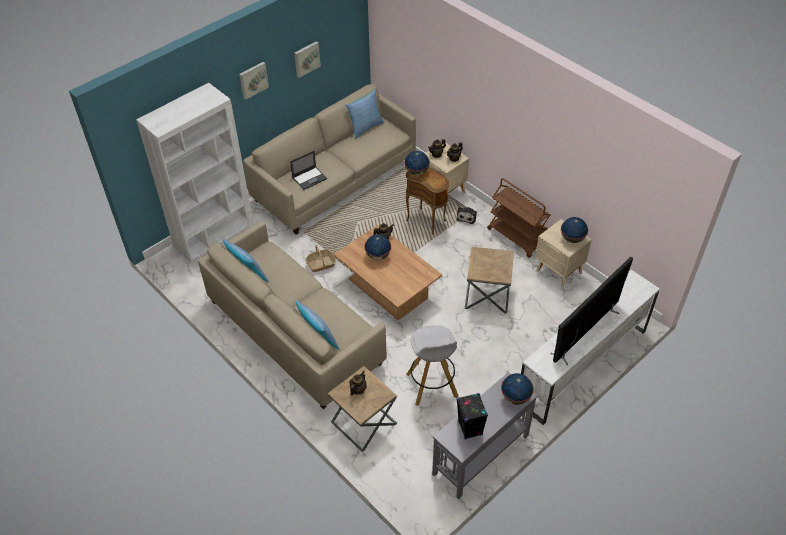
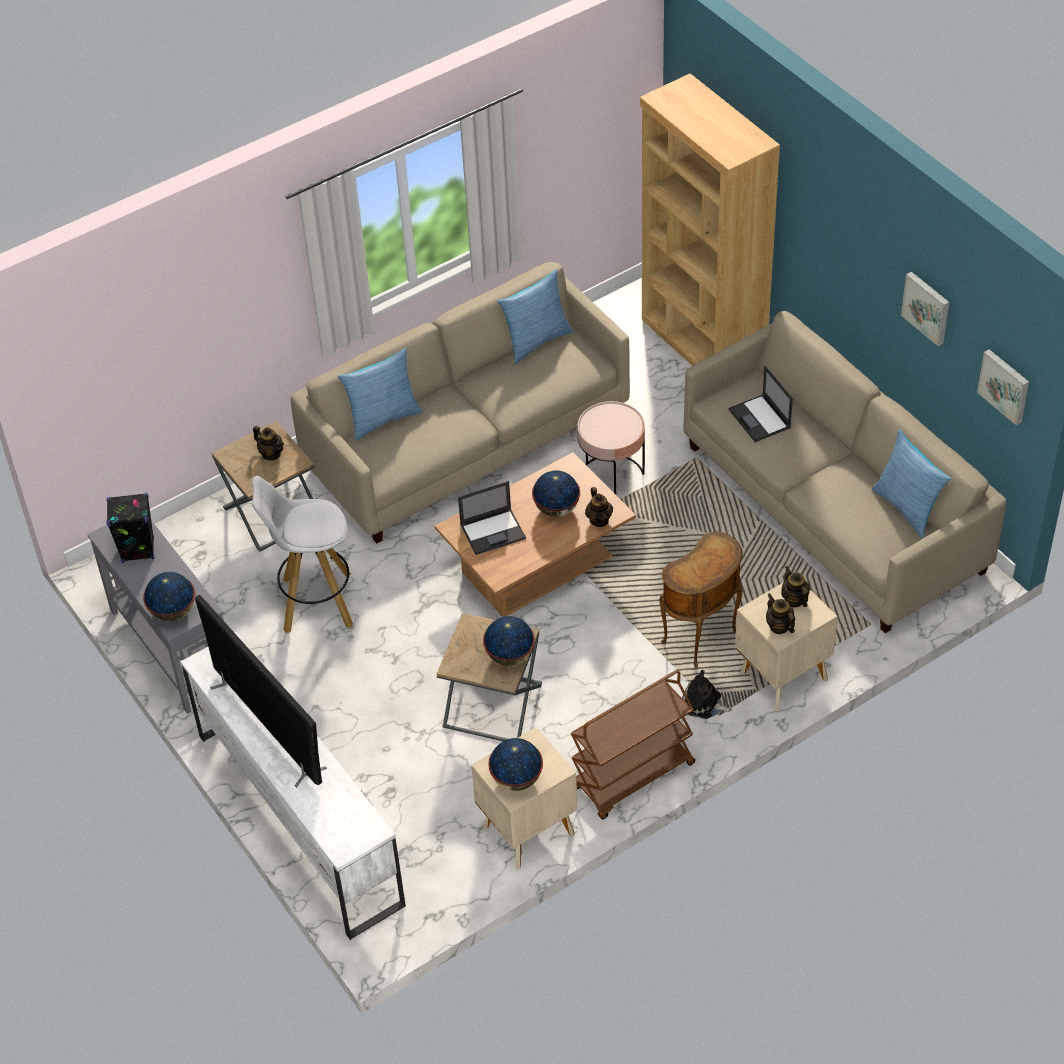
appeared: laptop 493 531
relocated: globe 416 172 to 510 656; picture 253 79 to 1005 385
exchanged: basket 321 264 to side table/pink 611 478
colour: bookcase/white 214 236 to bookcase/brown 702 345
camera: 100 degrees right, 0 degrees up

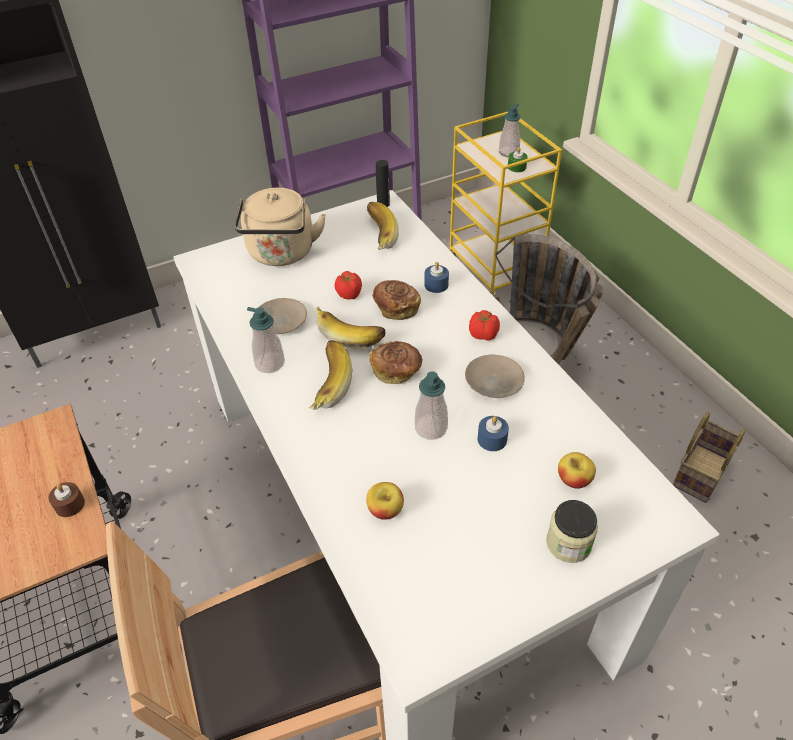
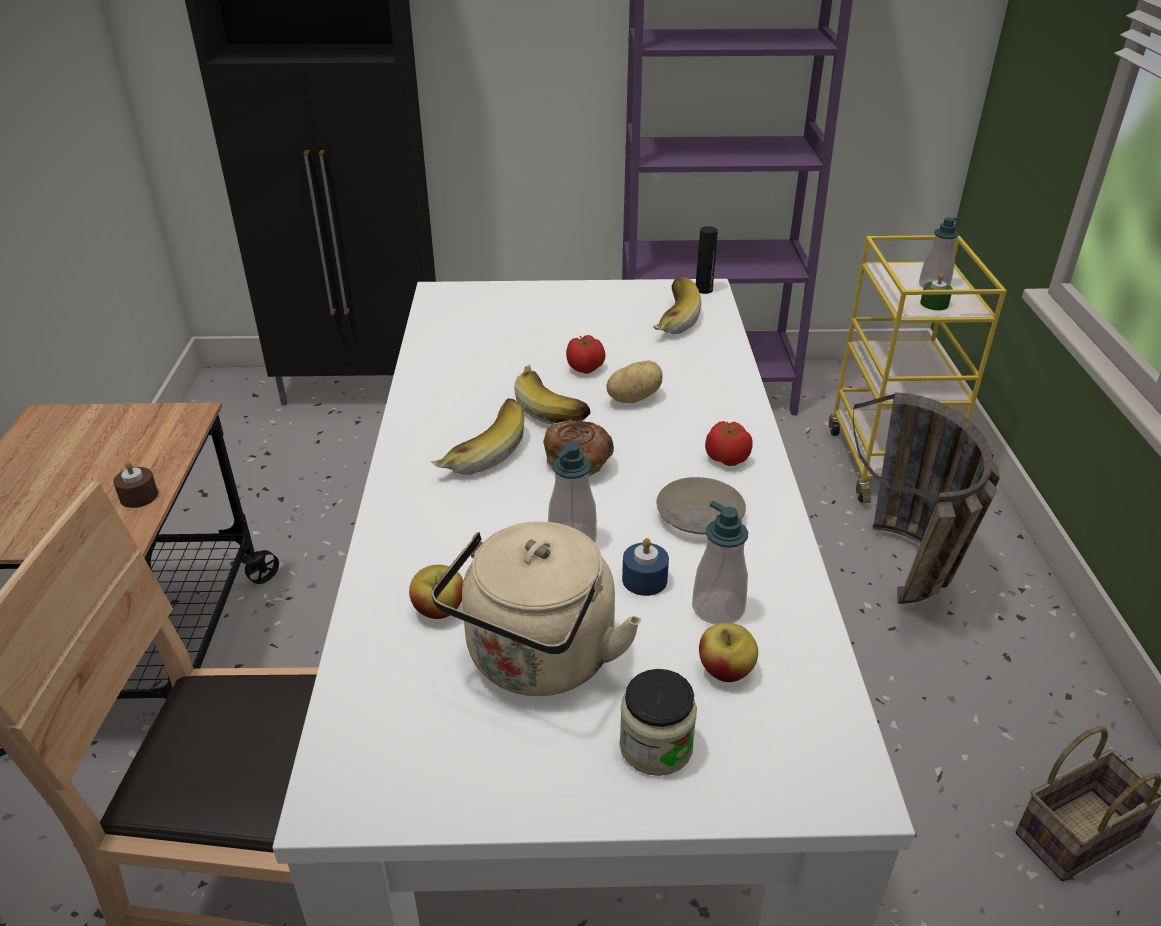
missing: plate/beige 280 322; candle/blue 436 285
relocated: kettle/beige 281 254 to 537 661; soap dispenser 270 363 to 718 608
exchanged: bread 396 308 to potato 633 398
camera: 25 degrees right, 10 degrees down

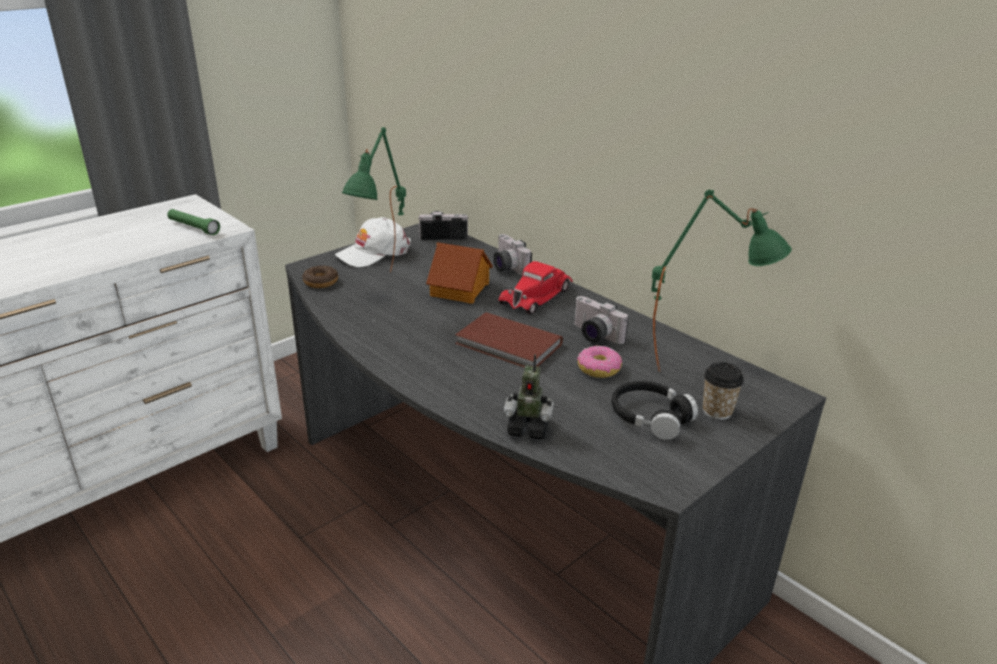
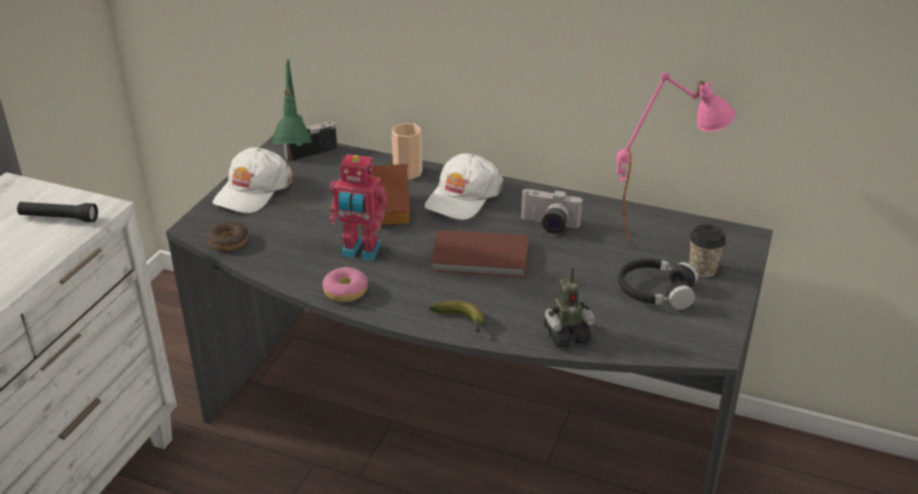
appeared: toy robot 360 252; banana 461 321
relocated: donut 599 369 to 346 291
exchanged: photo camera 507 268 to cup 407 172; toy car/red 536 296 to cap/white 463 197
colour: flashlight/green 193 228 to flashlight/black 59 218; table lamp/green 701 368 to table lamp/pink 661 232
camera: 25 degrees left, 5 degrees up

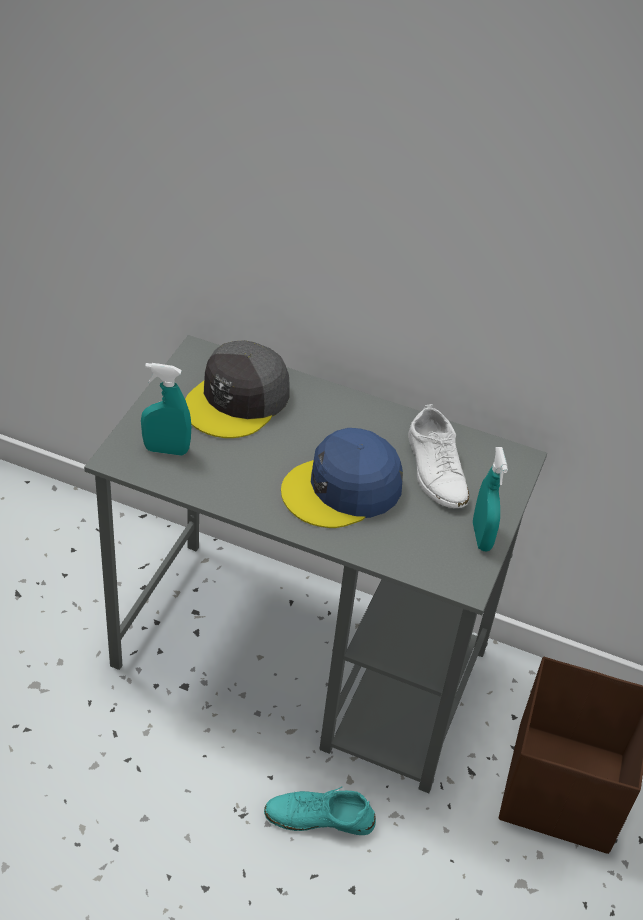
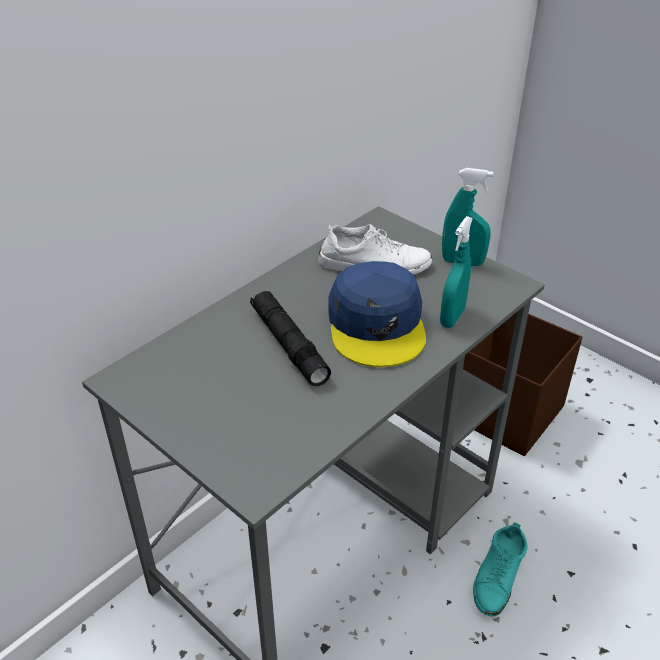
missing: cap/grey 238 400
appeared: flashlight/black 289 344
relocated: spray bottle/turquoise 166 450 to 452 317
camera: 65 degrees left, 5 degrees down

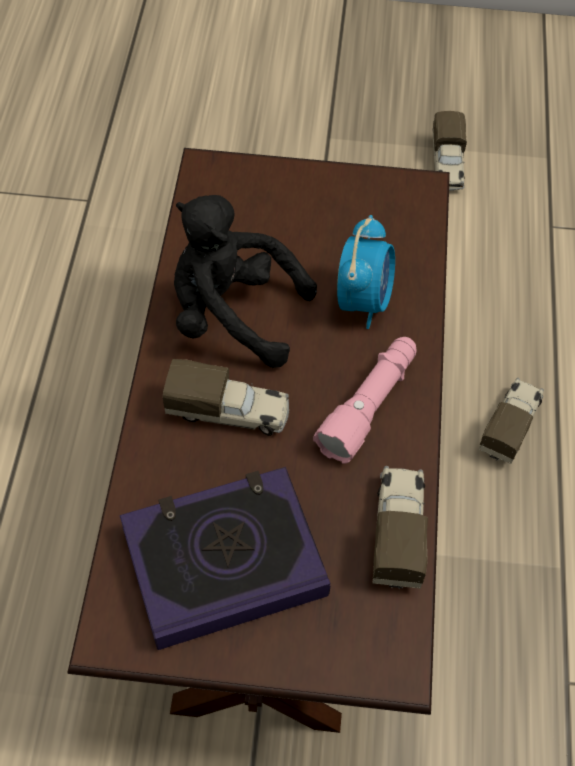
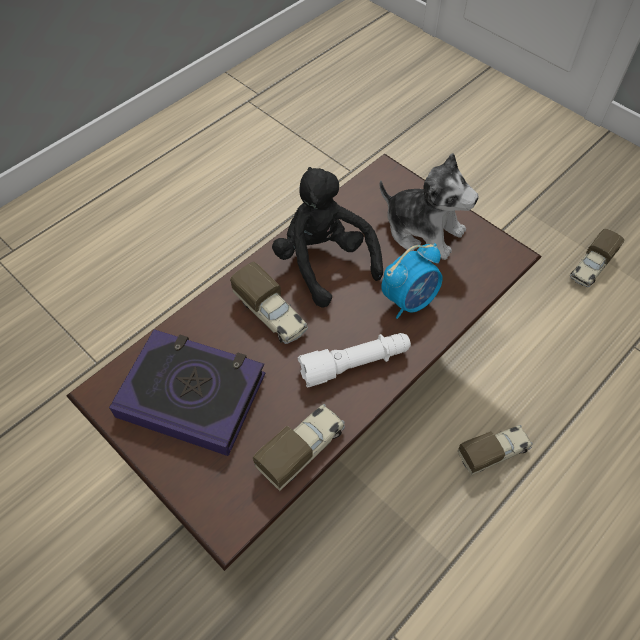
appeared: plush toy 423 230
colour: flashlight/pink 369 405 to flashlight/white 355 364
camera: 40 degrees right, 0 degrees up

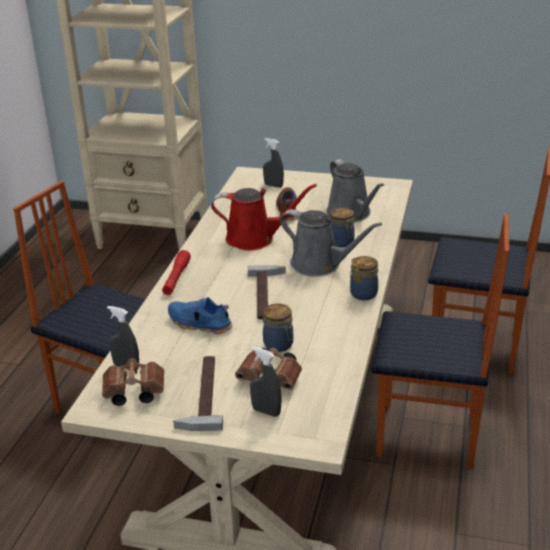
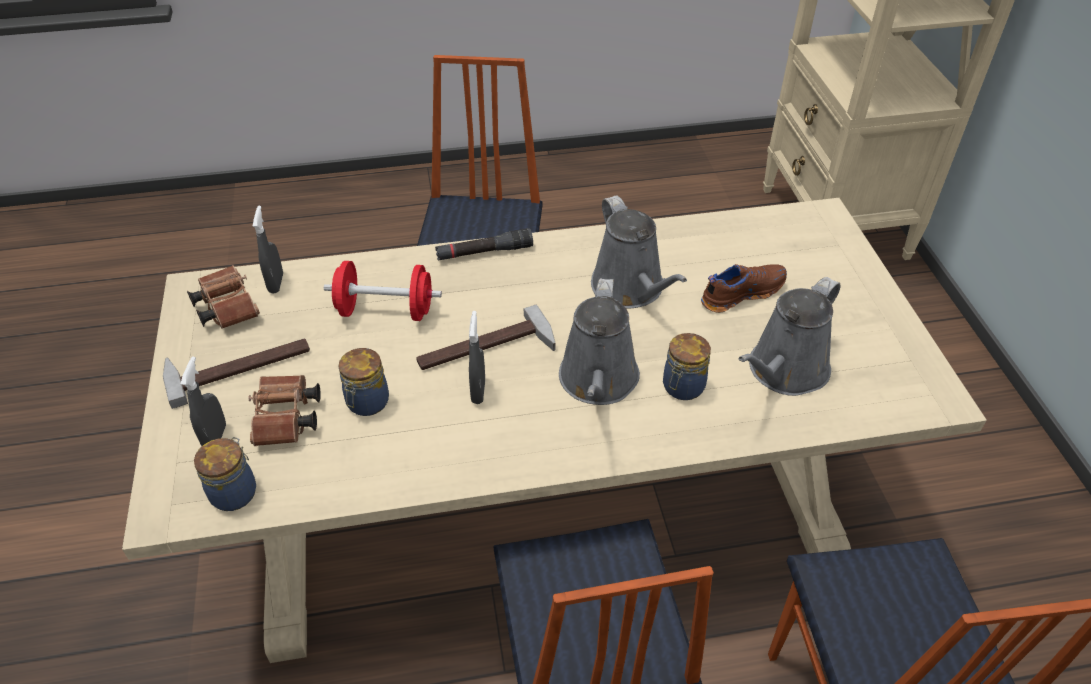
relocated: jar 362 293 to 235 492; spray bottle/grey 273 186 to 478 391
exchanged: shoe/blue 199 324 to dumbbell/red 386 310
colour: flashlight/red 176 278 to flashlight/black 484 252; watering can/red 255 239 to watering can/grey 630 289
camera: 65 degrees right, 15 degrees up

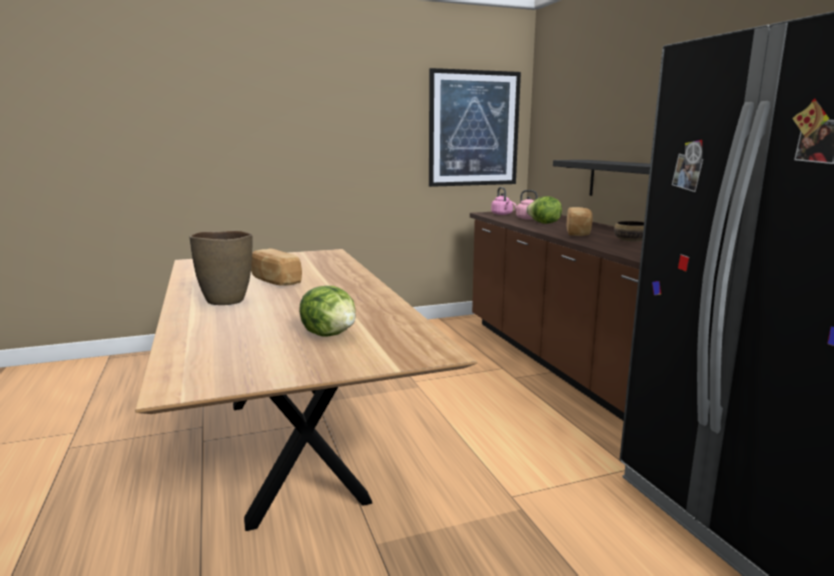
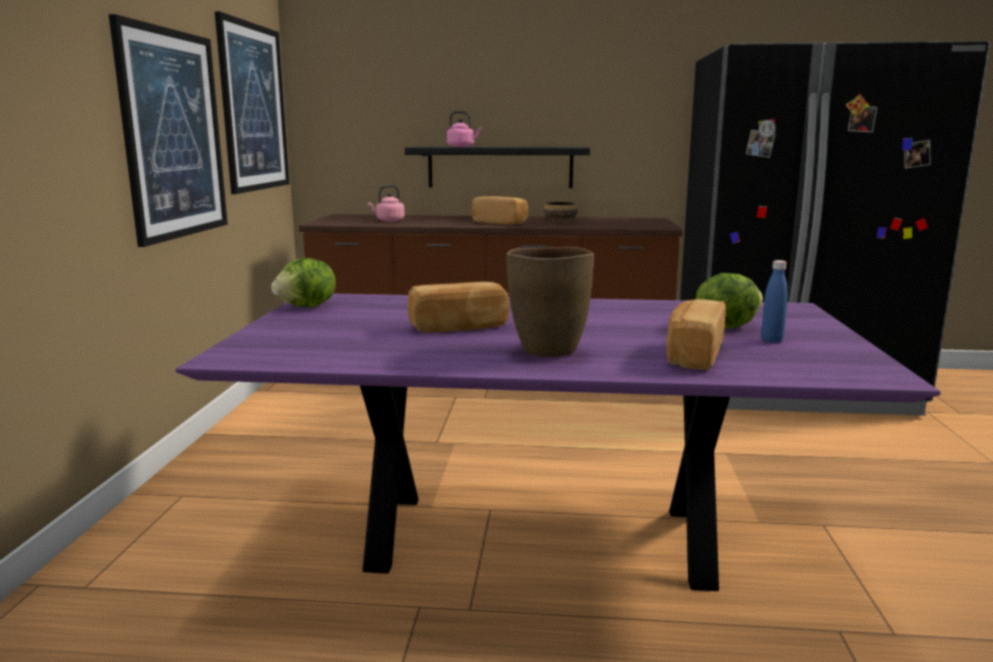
appeared: picture 173 134; bread 693 355; bottle/blue 771 340
relocated: lettuce 544 223 to 307 307; kettle/pink 502 214 to 462 146
colour: dining table/brown 291 446 to dining table/purple 542 540
camera: 65 degrees left, 0 degrees up

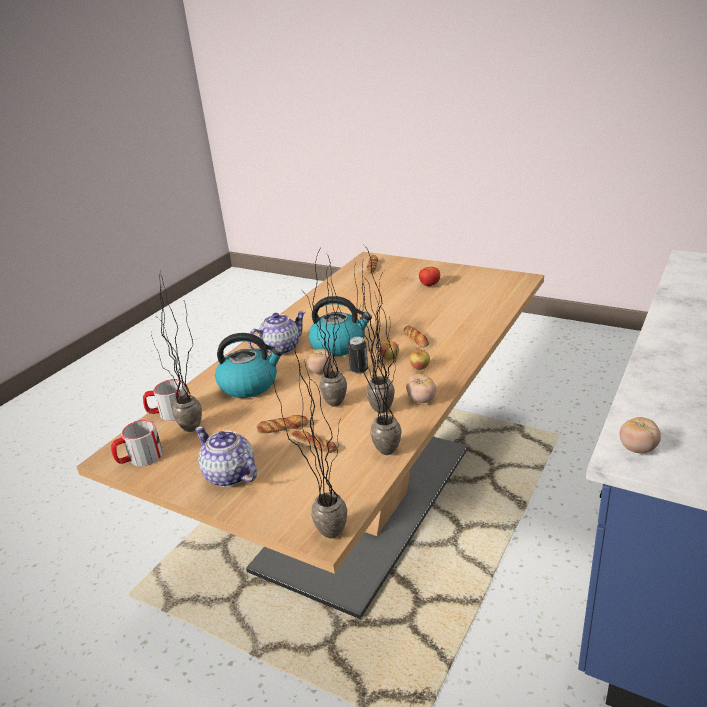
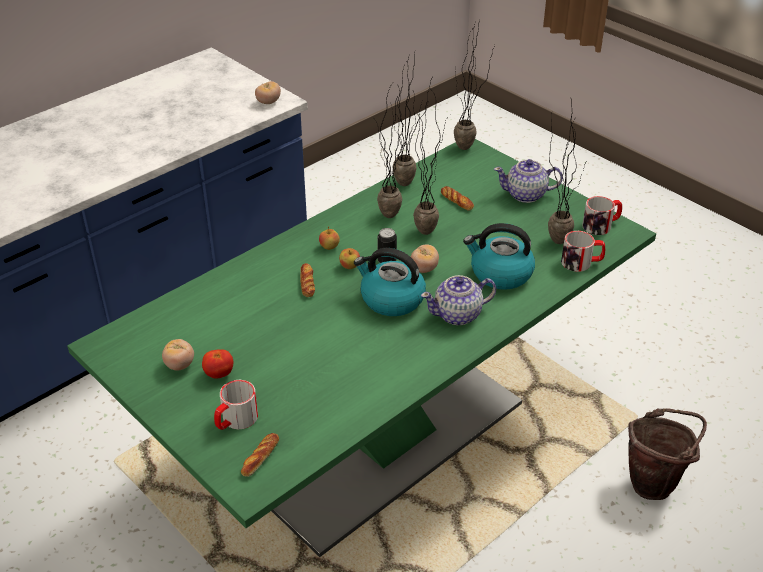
missing: bread 283 427
appeared: mug 235 420; bucket/brown 655 482
relocated: tomato 421 399 to 179 365
colour: dining table/beige 367 506 to dining table/green 381 438
spun: teapot 230 475 = 526 195 120 degrees clockwise
camera: 165 degrees left, 10 degrees up

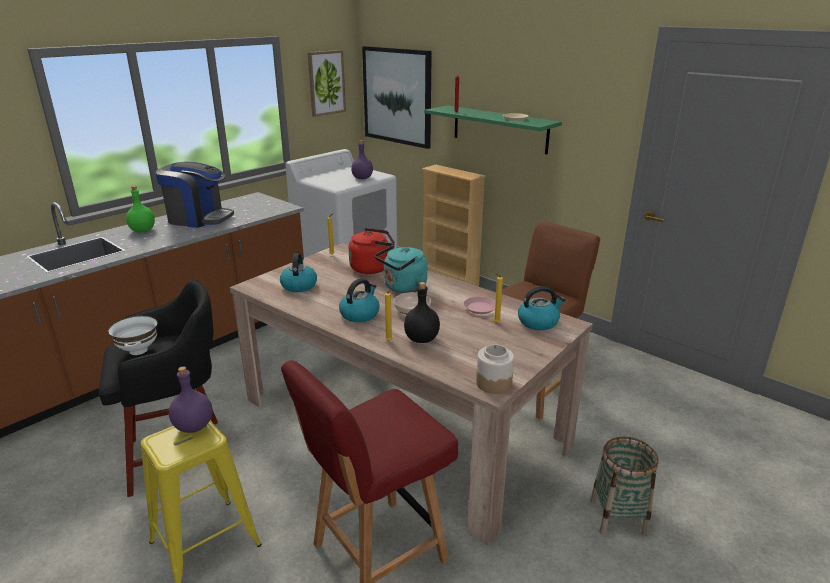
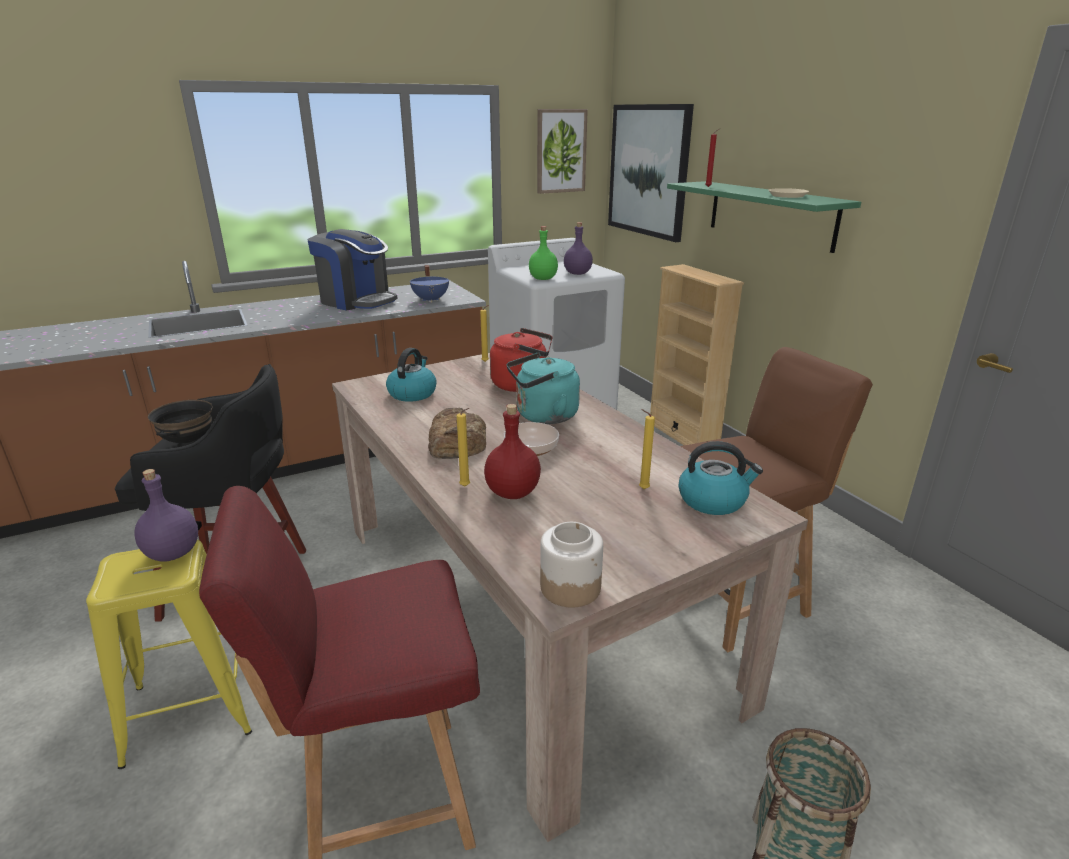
missing: plate/pink 480 308
appeared: cooking pot/blue 431 300
relocated: bottle/green 143 230 to 543 279
exchanged: kettle 360 314 to bread 456 442
colour: bowl/white 138 350 to bowl/black 188 443; bottle/black 422 339 to bottle/red 513 493
camera: 20 degrees right, 0 degrees up

